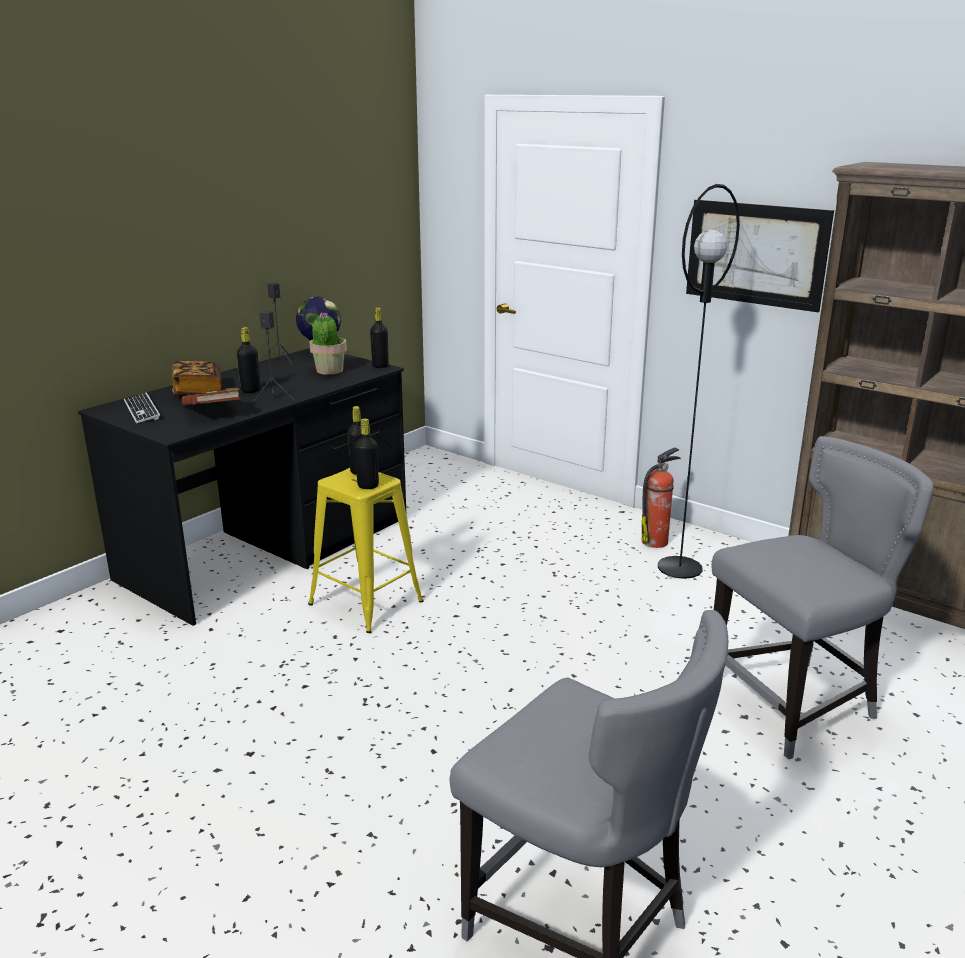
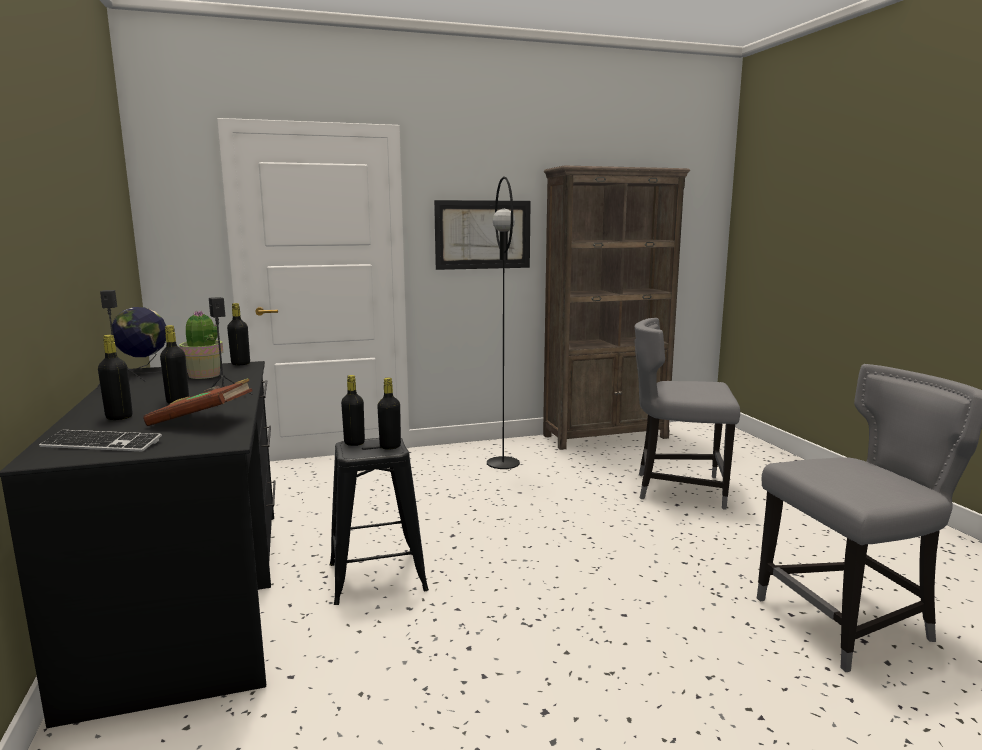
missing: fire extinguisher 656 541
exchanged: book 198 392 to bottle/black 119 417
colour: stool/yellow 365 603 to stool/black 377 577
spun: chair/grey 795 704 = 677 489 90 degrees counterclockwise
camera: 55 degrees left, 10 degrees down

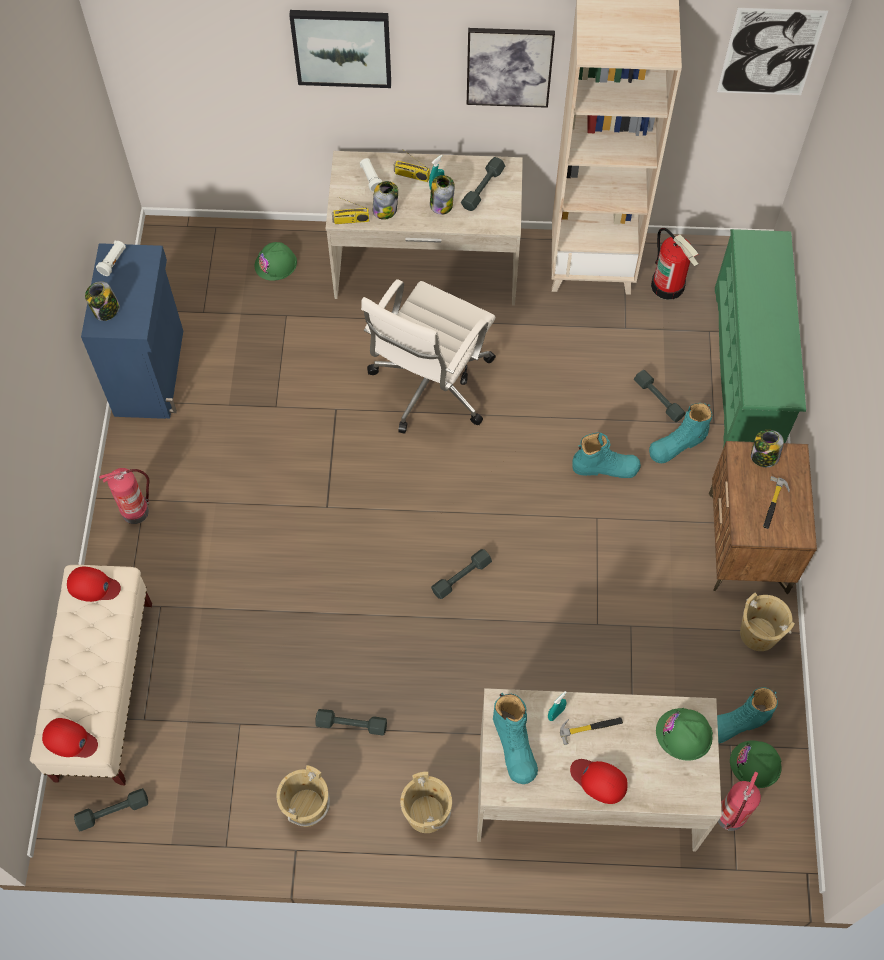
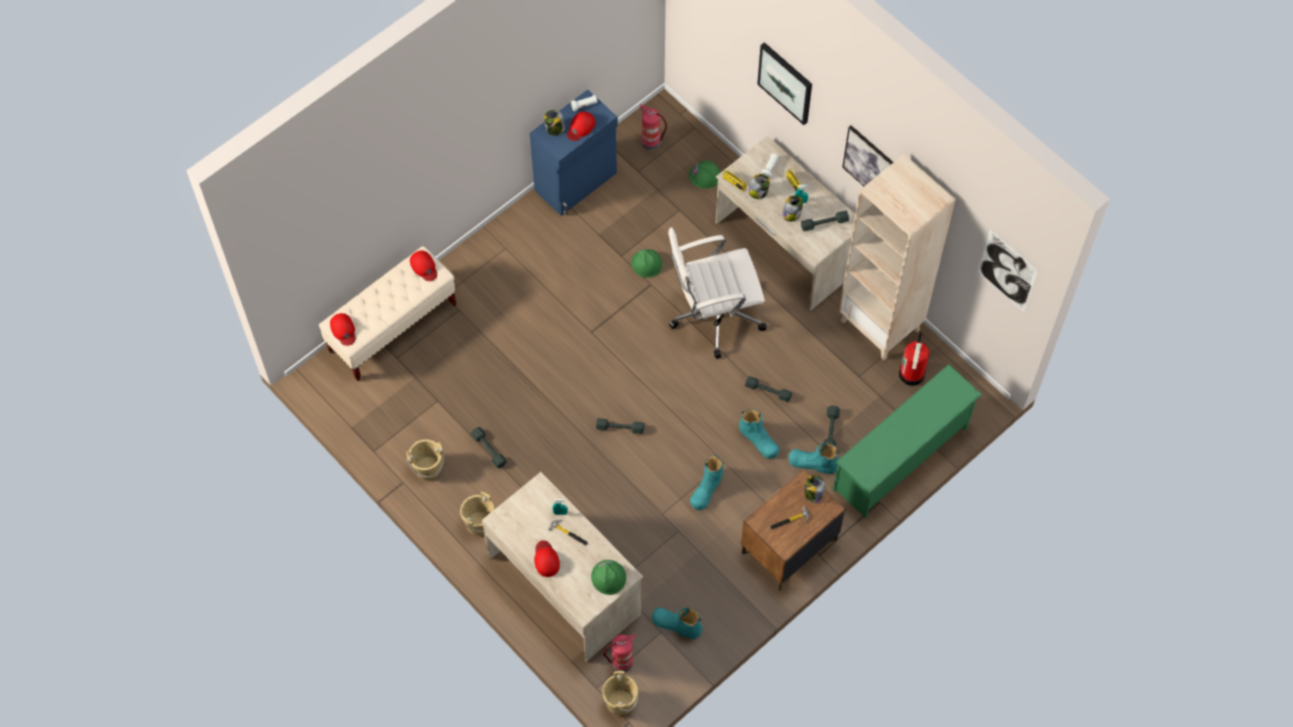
appeared: cap/red 580 127
relocated: bucket/beige 758 633 to 620 702; hard hat/green 755 764 to 646 263; fire extinguisher 136 511 to 652 142; boot/turquoise 514 745 to 706 489; dumbbell/grey 113 811 to 768 391
camera: 45 degrees right, 0 degrees up

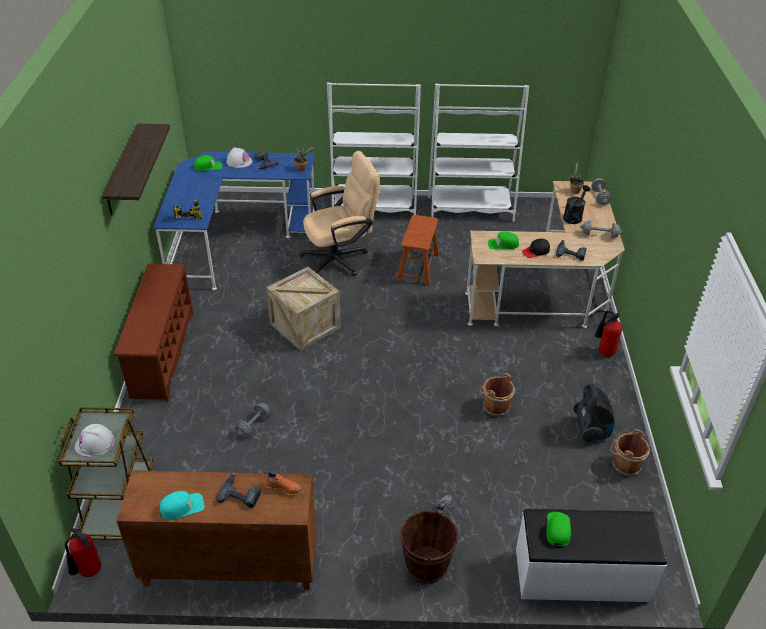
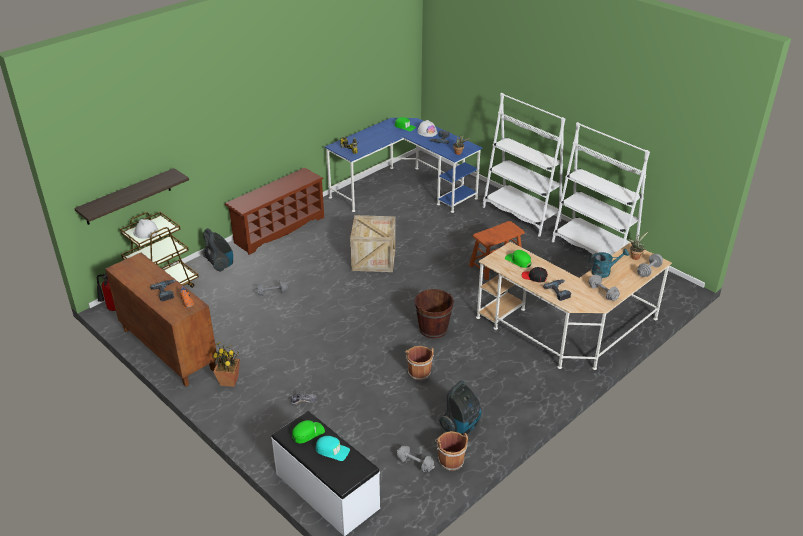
missing: office chair/beige 341 259; fire extinguisher 603 351
appeared: vacuum cleaner 220 264; potted plant 229 381; dumbbell/grey 415 464
relocated: shelf 123 170 to 128 197; cap/turquoise 182 507 to 332 450; bucket/brown 426 565 to 433 329
colour: watering can/black 574 216 to watering can/turquoise 604 271
camera: 45 degrees right, 5 degrees down

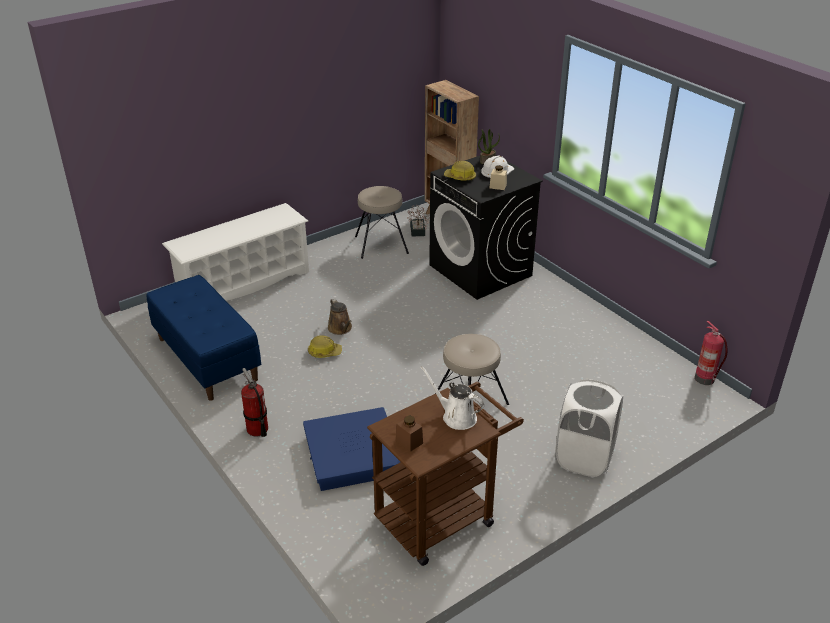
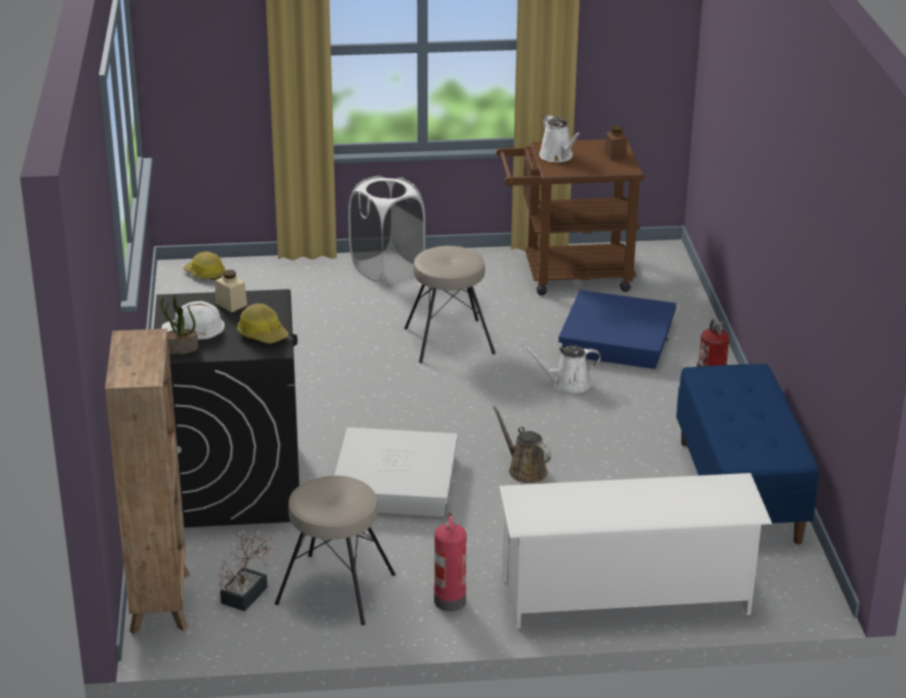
appeared: storage box/white 395 483; watering can/white 567 384
relocated: hard hat 324 352 to 205 273; fire extinguisher 705 379 to 449 599
spun: watering can/brown 341 329 = 524 470 45 degrees counterclockwise
camera: 150 degrees left, 5 degrees down

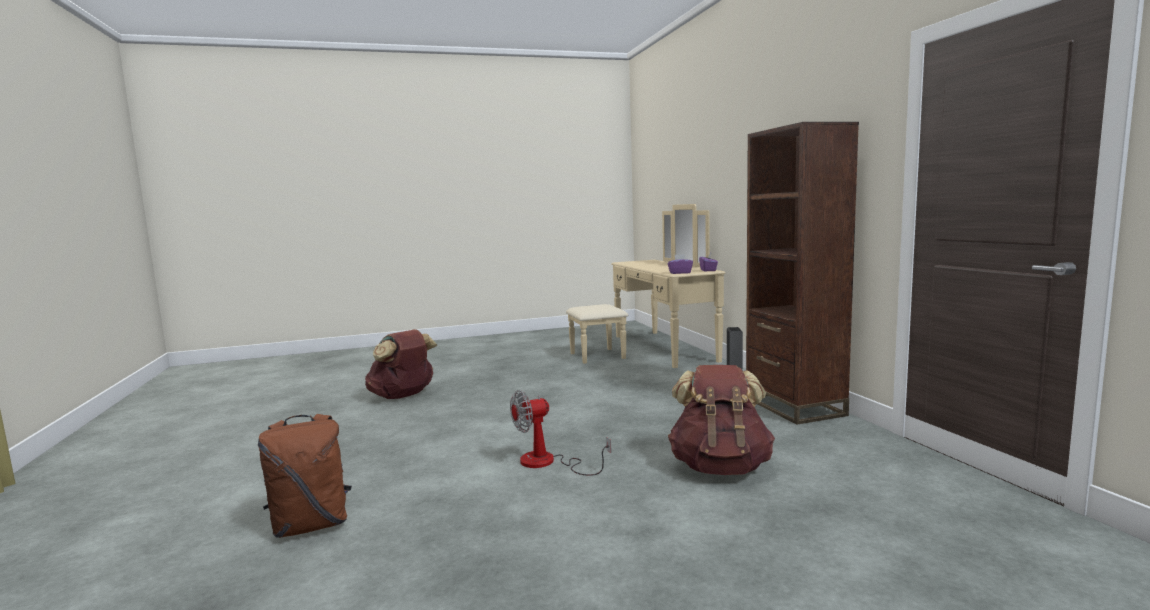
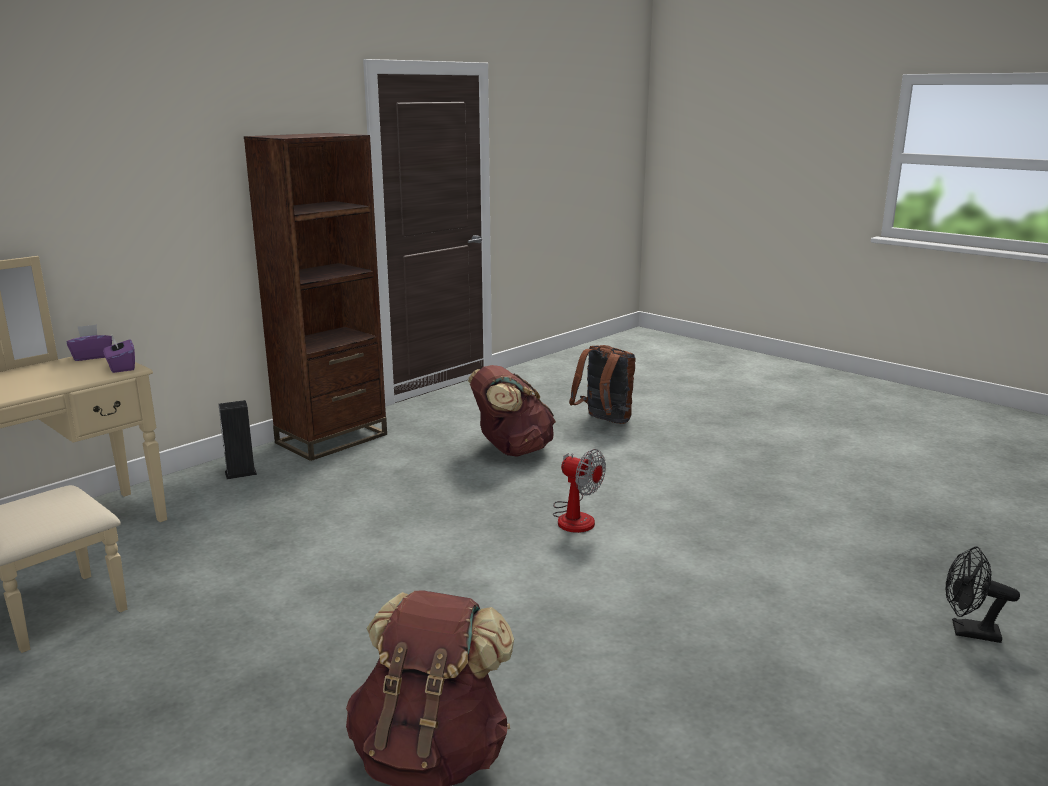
appeared: fan/black 968 632
relocated: backpack/brown 312 525 to 604 421
camera: 120 degrees left, 10 degrees up

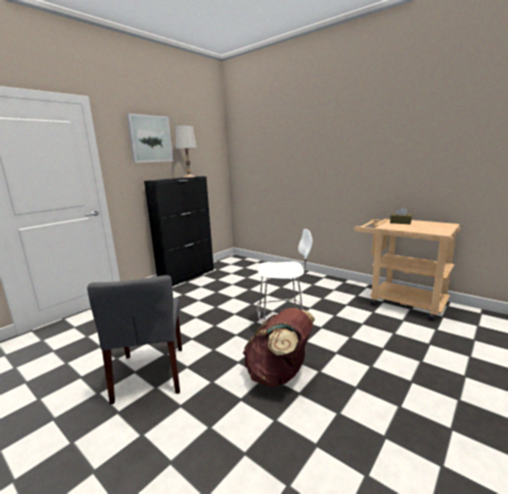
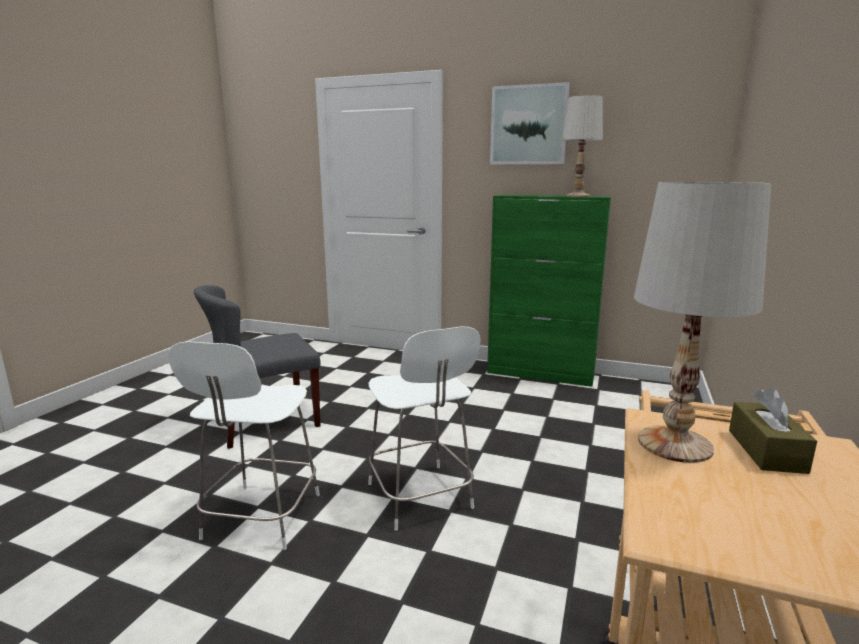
appeared: table lamp/white 675 444
exchanged: backpack/brown 279 375 to chair/white 260 518
colour: cabinet/black 187 276 to cabinet/green 541 374
camera: 70 degrees right, 0 degrees up

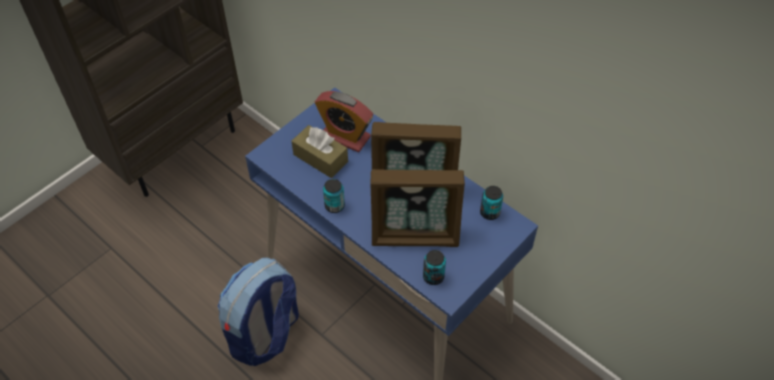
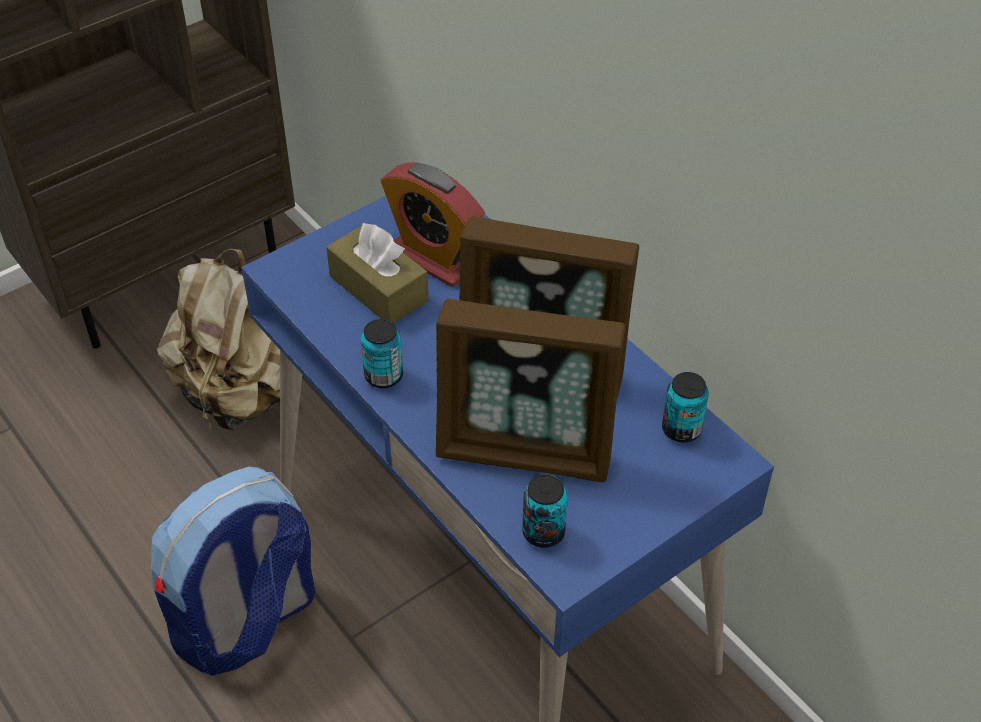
appeared: backpack/beige 241 393
camera: 10 degrees right, 5 degrees down

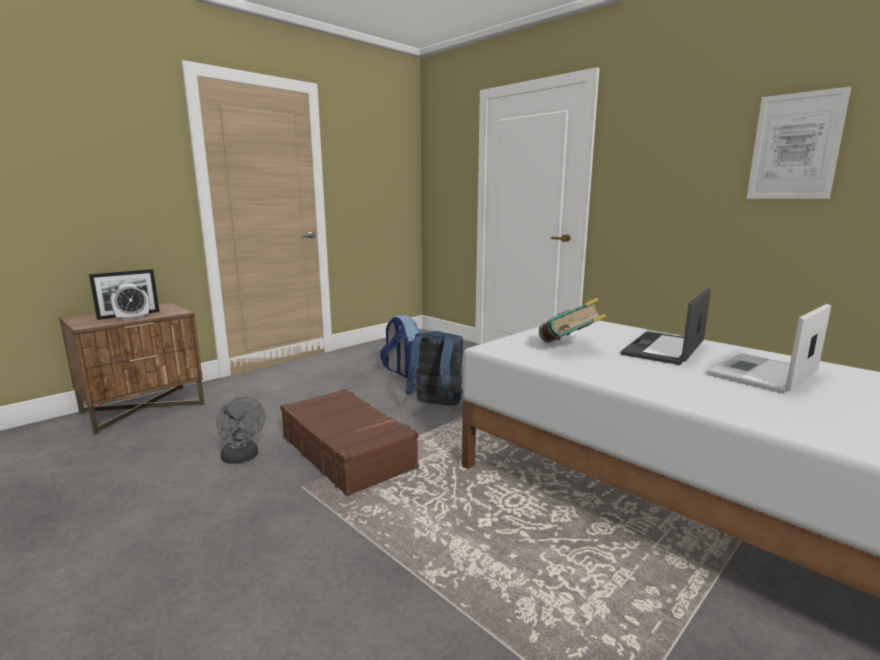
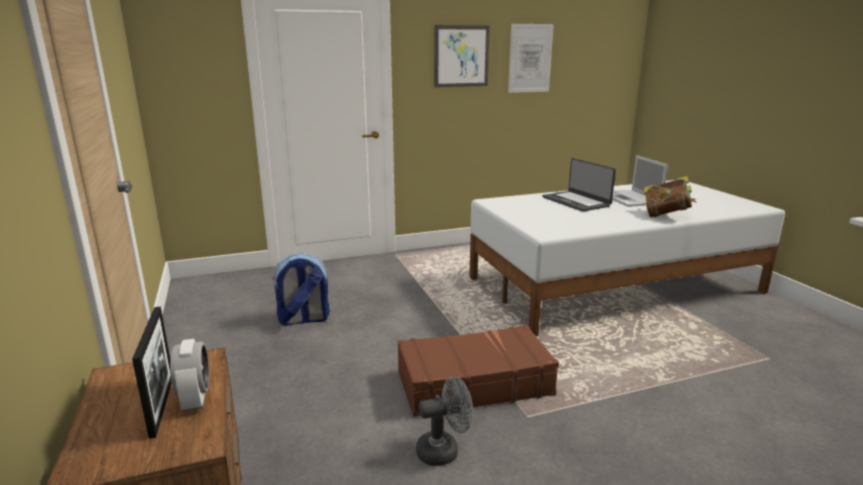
missing: backpack/blue 436 405
appeared: picture 461 56
relocated: book 569 347 to 666 215
camera: 65 degrees left, 5 degrees up

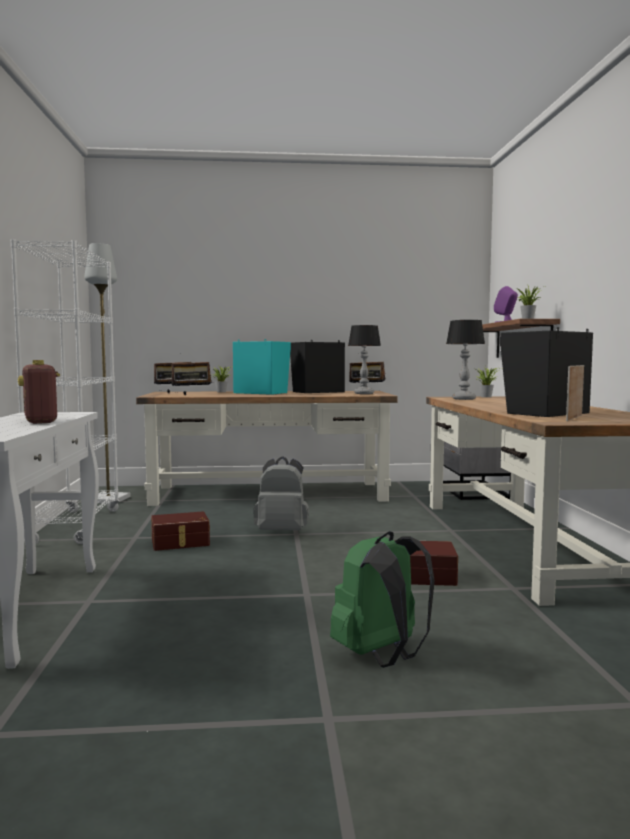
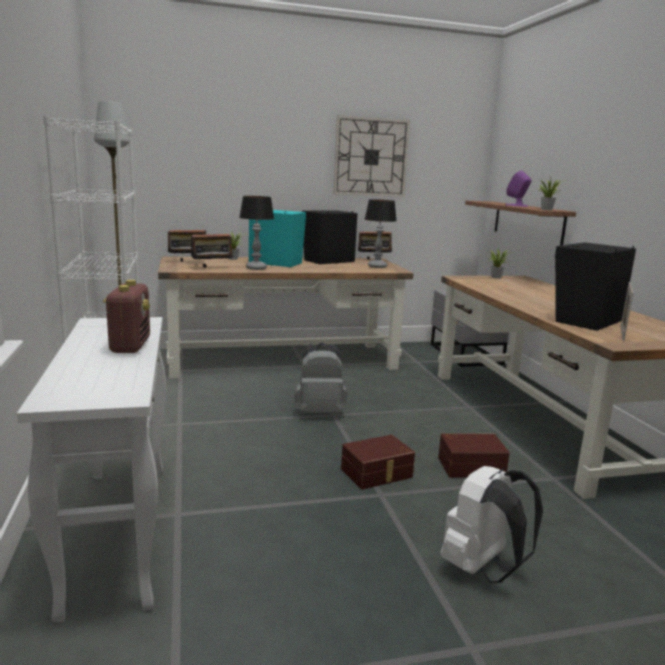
appeared: wall clock 371 157
relocated: table lamp 464 399 to 256 268; storage box/brown 180 543 to 377 473
colour: backpack/green 381 656 to backpack/white 482 568
spun: radio 41 421 = 130 346 150 degrees counterclockwise
camera: 10 degrees left, 10 degrees up

